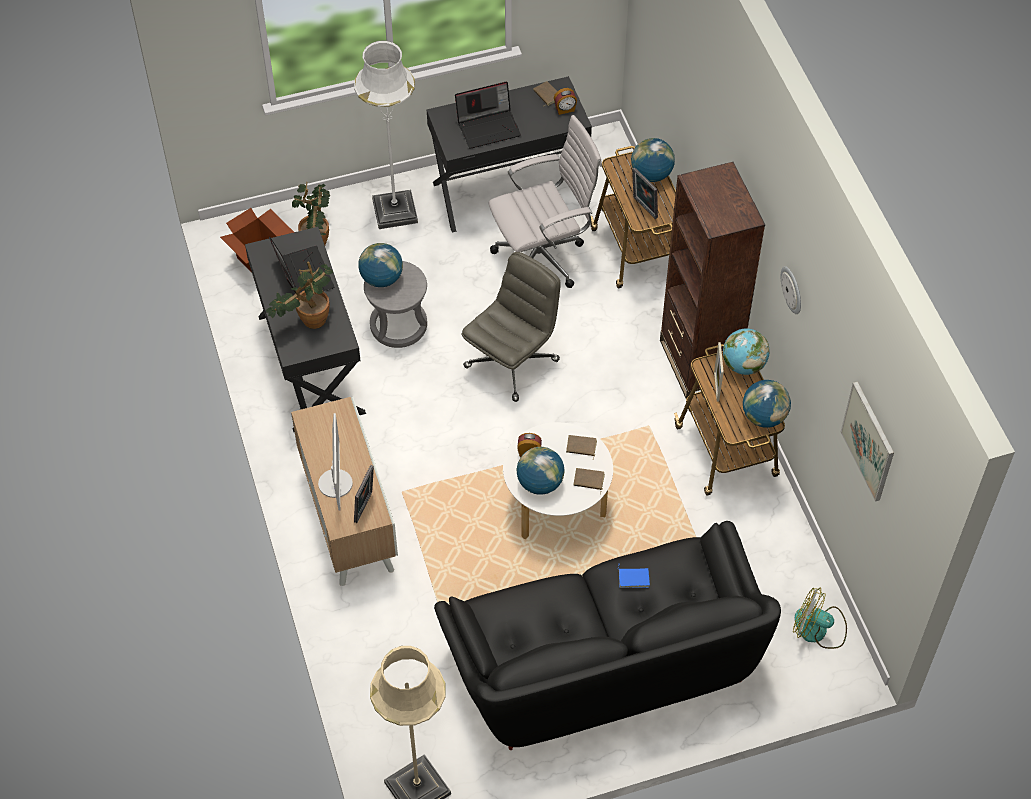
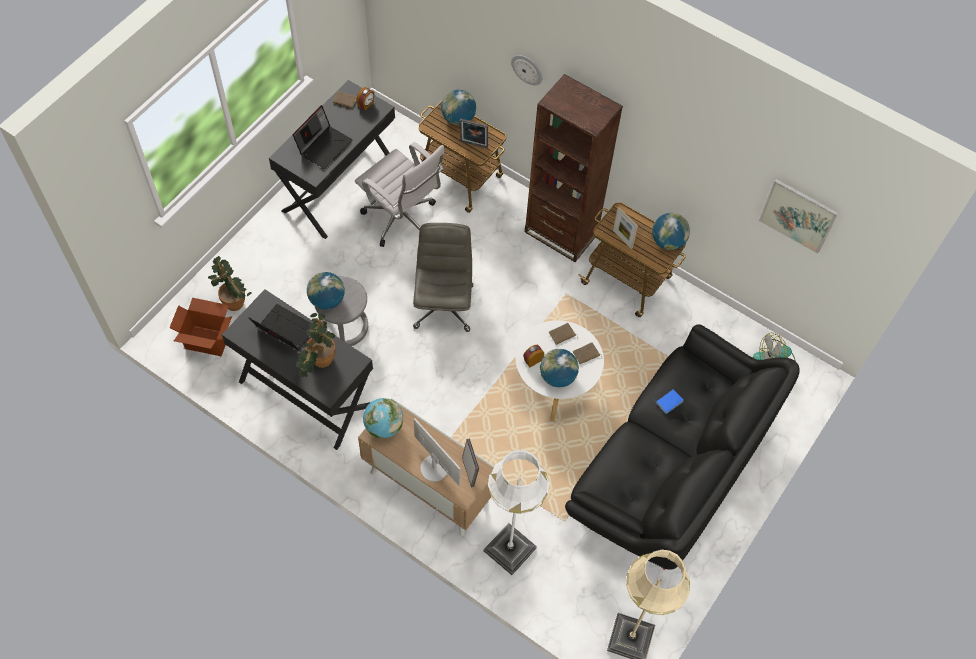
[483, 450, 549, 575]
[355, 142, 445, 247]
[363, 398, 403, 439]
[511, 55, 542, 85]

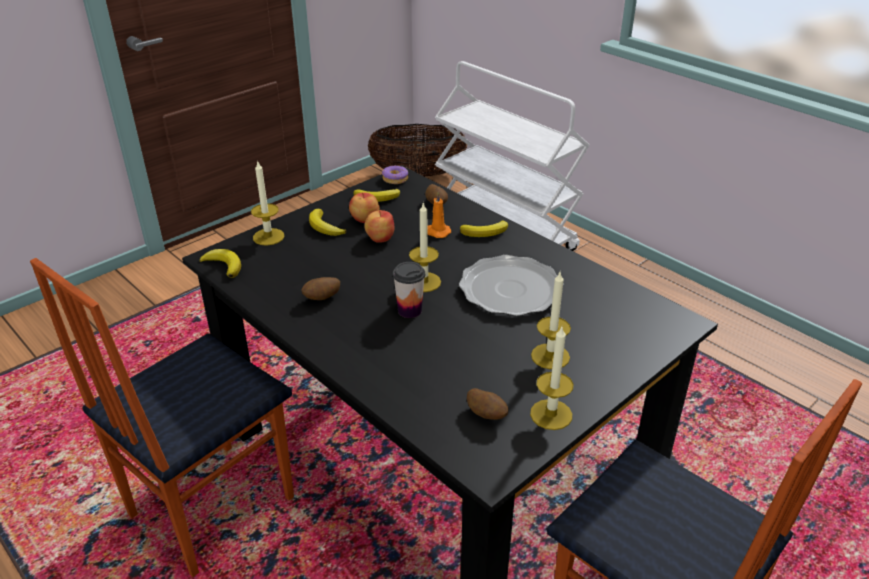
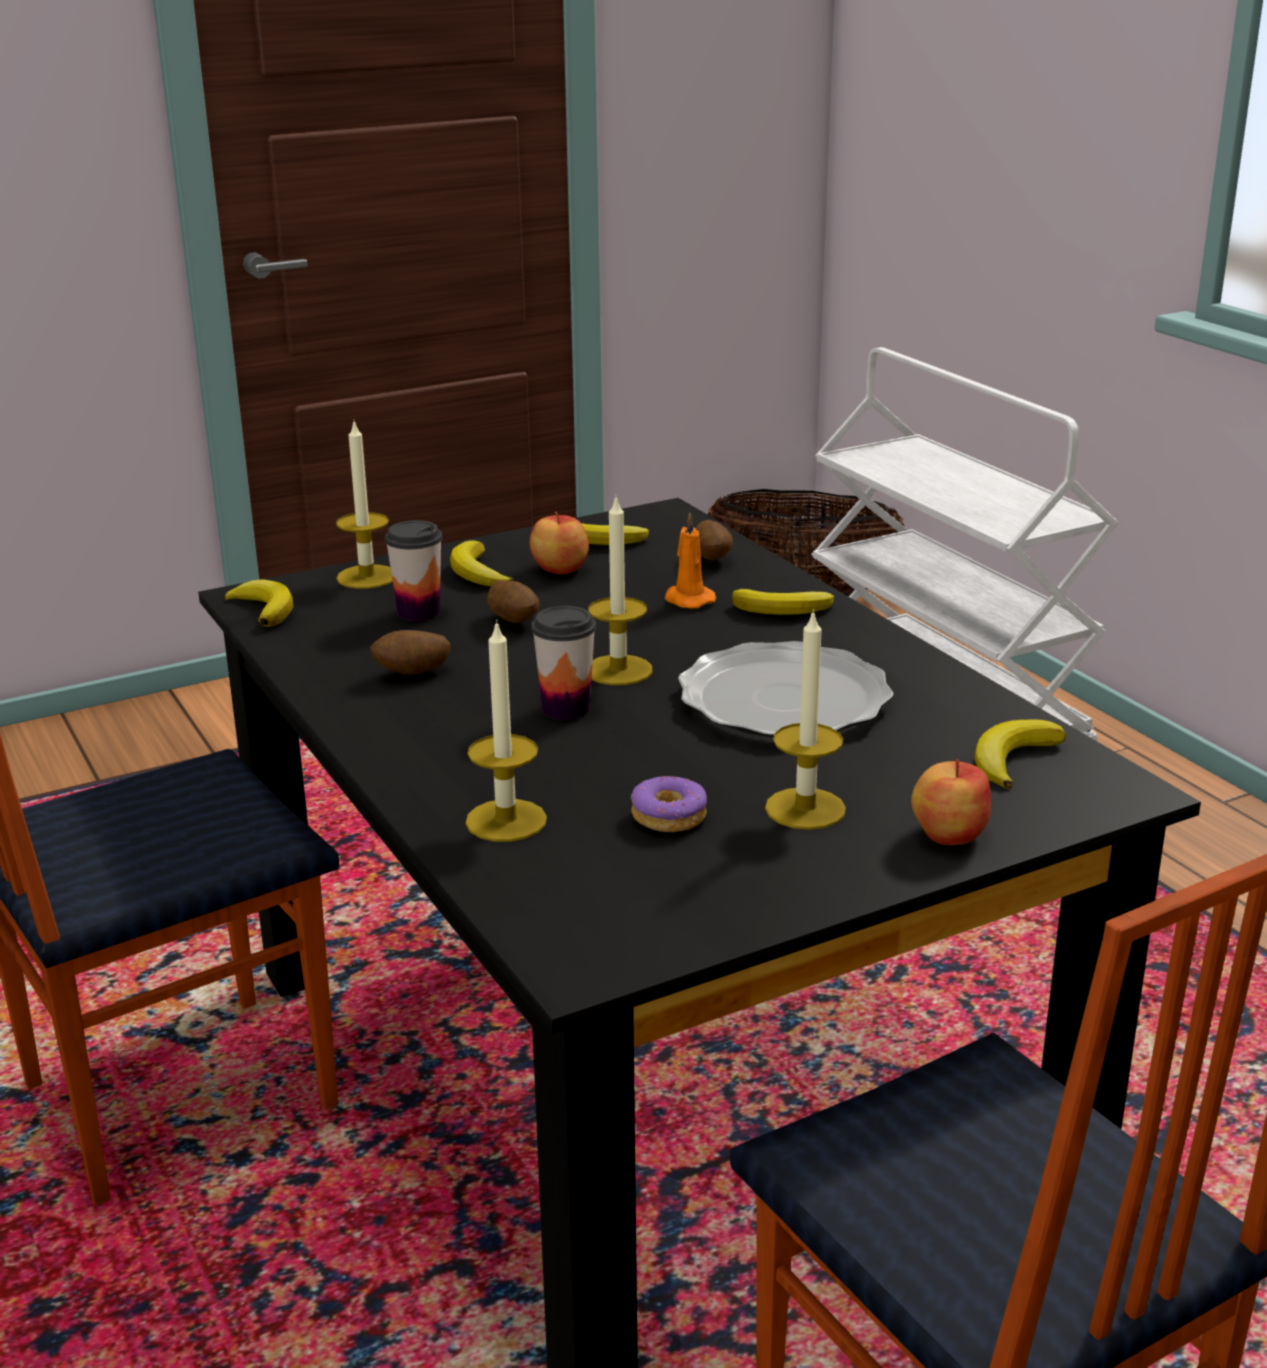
[911, 759, 991, 845]
[631, 776, 707, 832]
[487, 580, 540, 623]
[465, 620, 547, 842]
[385, 520, 442, 621]
[975, 719, 1066, 789]

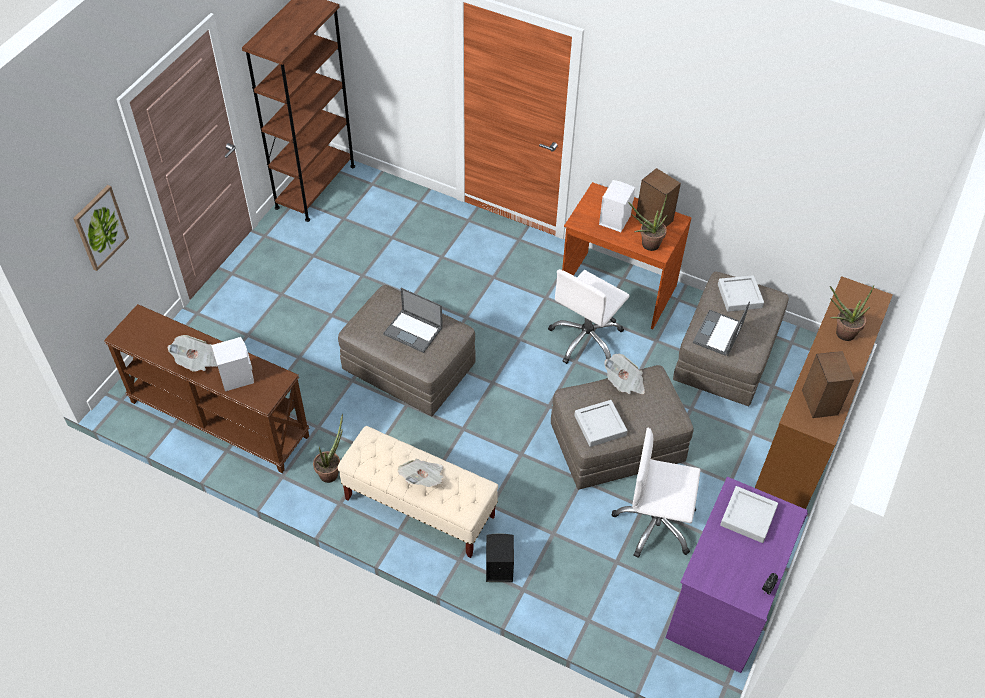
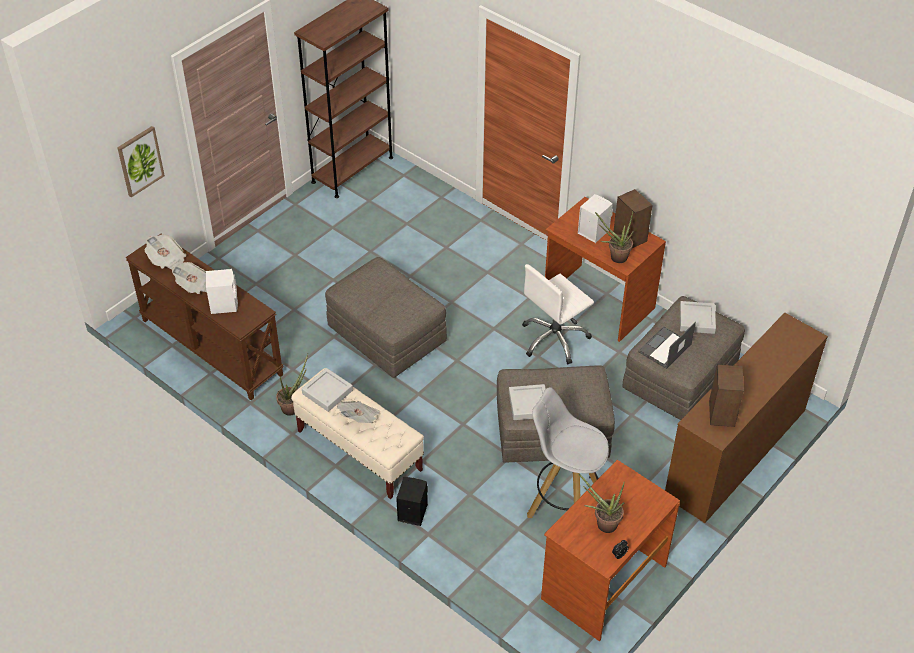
[383, 288, 443, 353] (first image)
[145, 235, 186, 270]
[527, 387, 609, 518]
[541, 460, 680, 641]
[302, 368, 353, 412]
[578, 473, 625, 533]

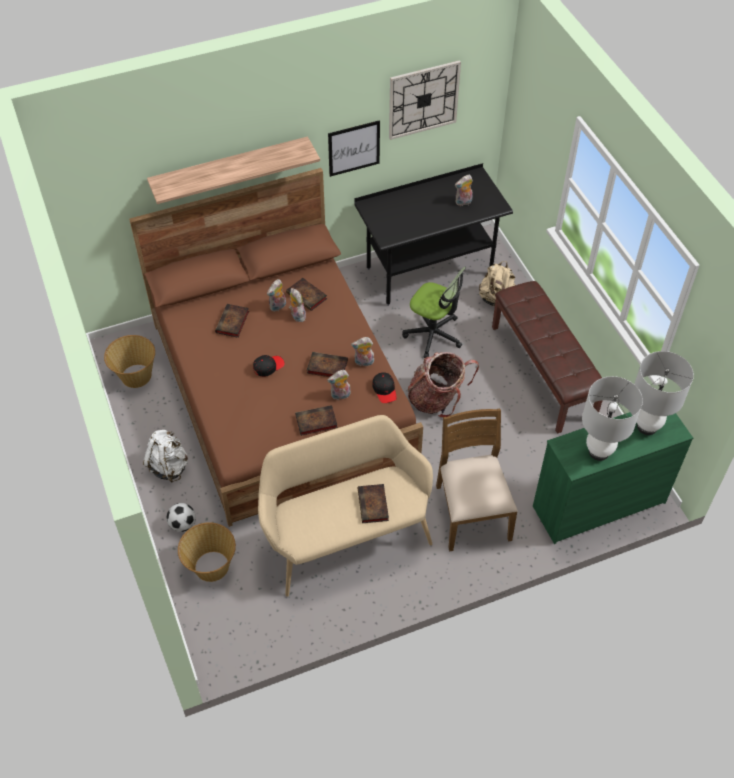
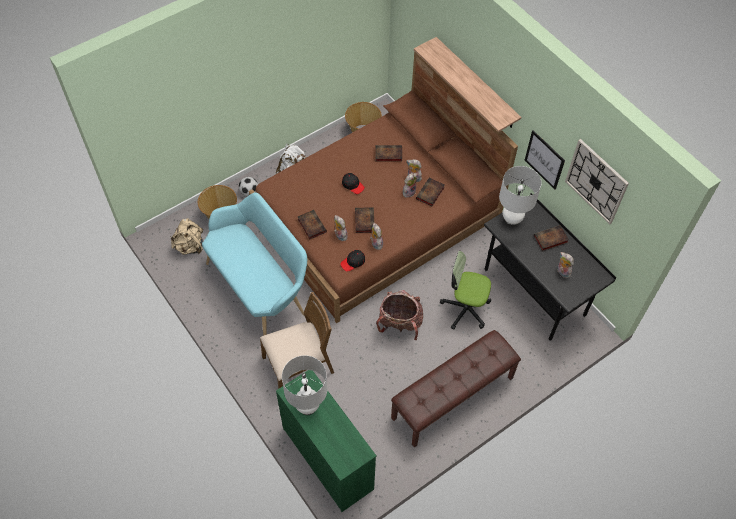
[202, 192, 307, 336]
[534, 225, 569, 251]
[440, 251, 491, 330]
[171, 218, 203, 255]
[499, 166, 542, 227]

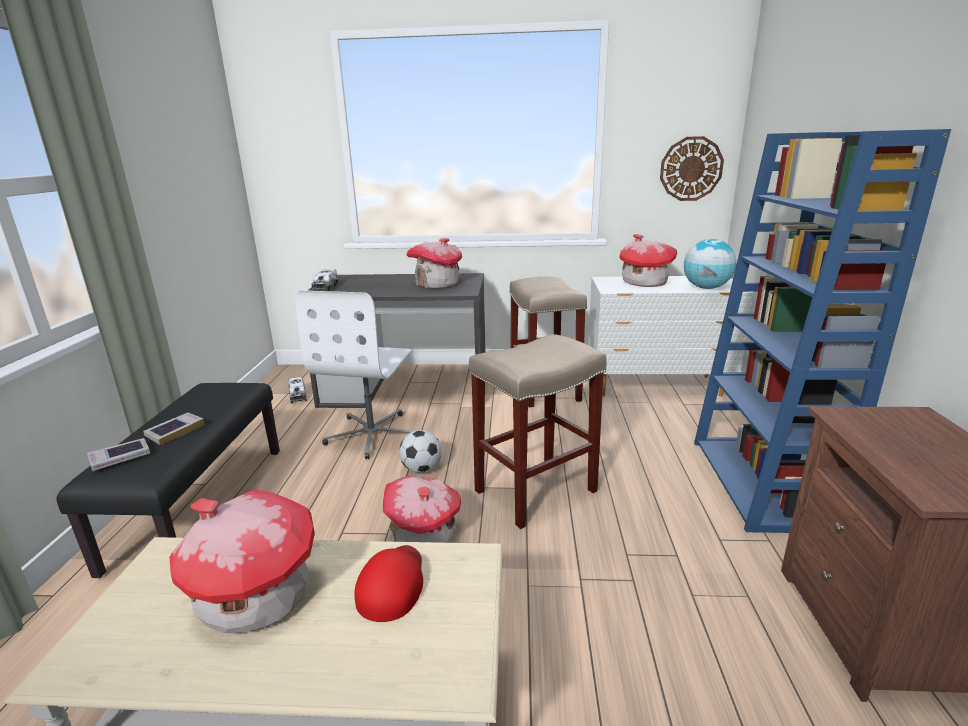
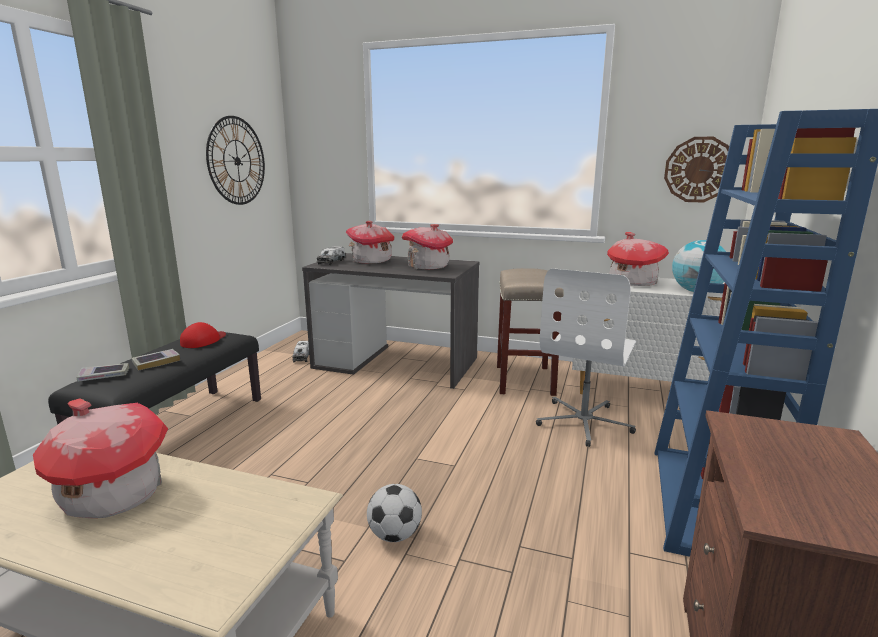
[536, 268, 636, 447]
[180, 322, 226, 348]
[346, 221, 395, 263]
[367, 484, 422, 542]
[469, 334, 607, 529] (first image)
[206, 116, 265, 205]

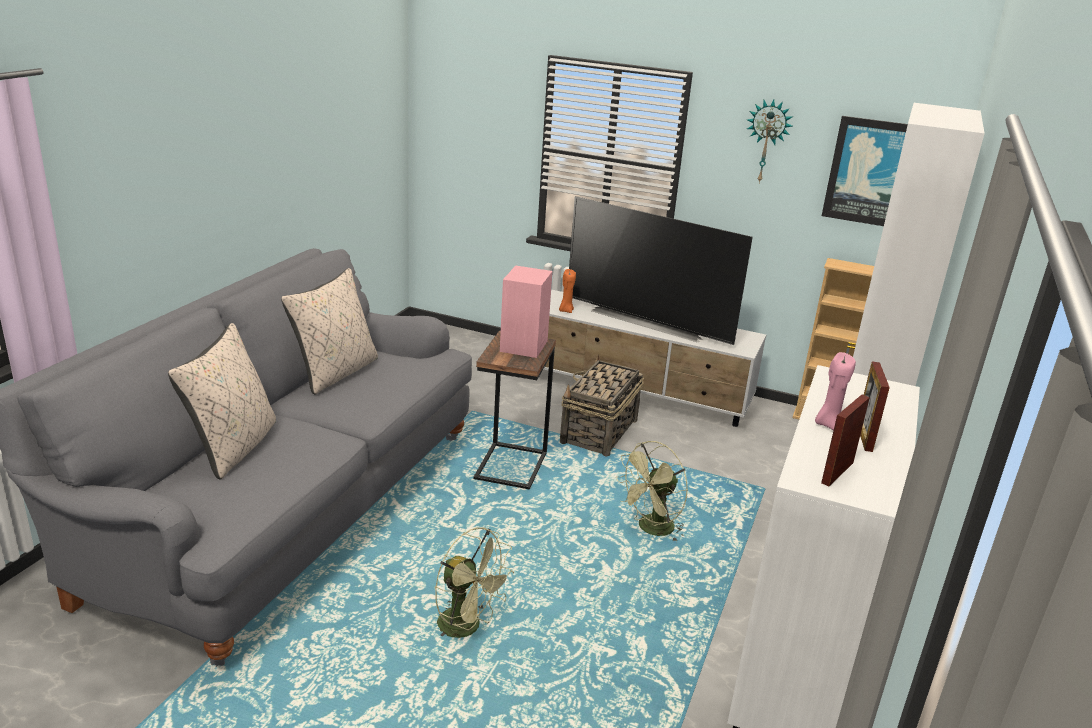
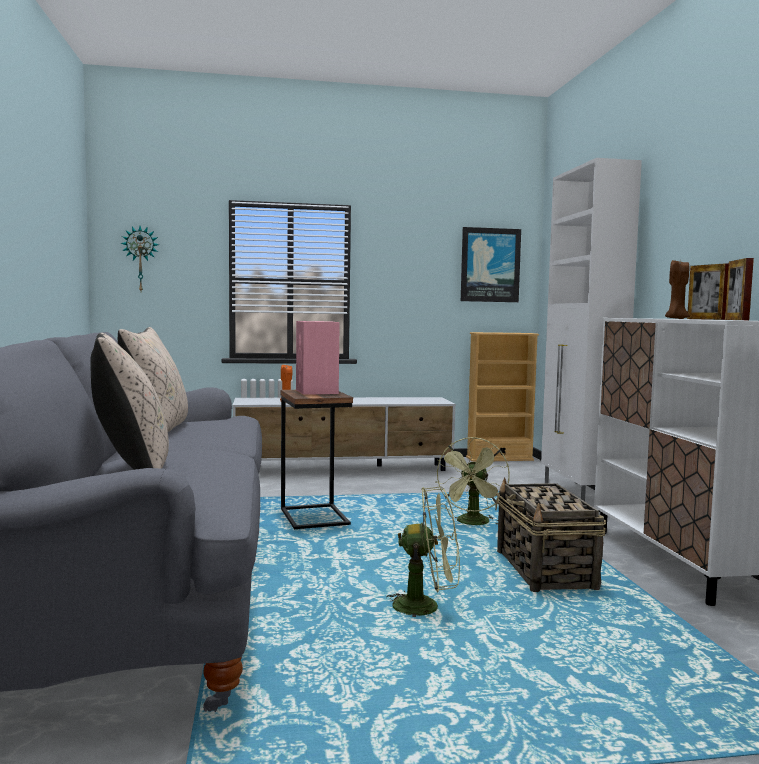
[495, 477, 606, 592]
[569, 196, 753, 345] (first image)
[121, 226, 159, 291]
[665, 258, 690, 319]

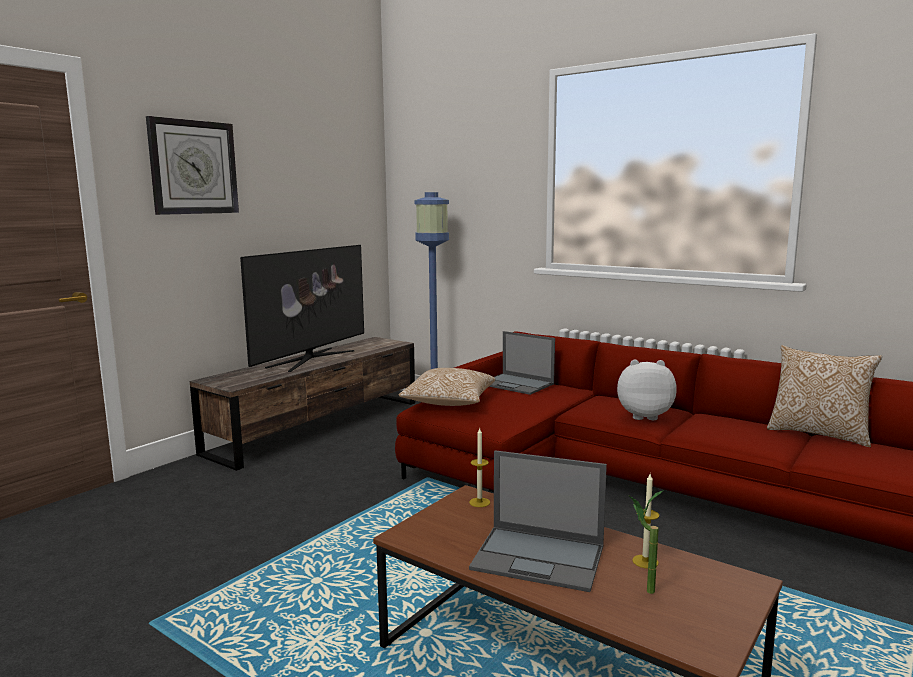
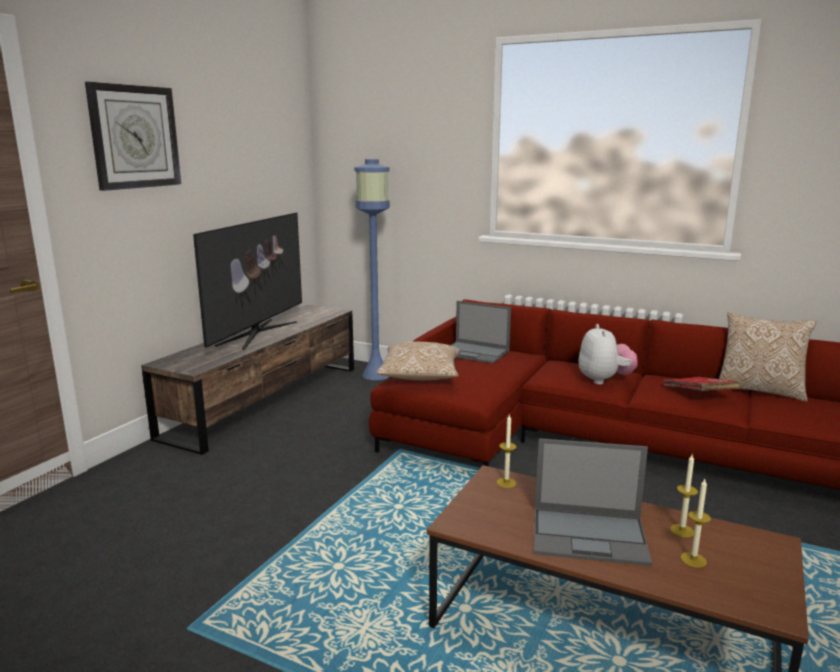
[579, 324, 638, 384]
[681, 479, 711, 568]
[663, 377, 740, 391]

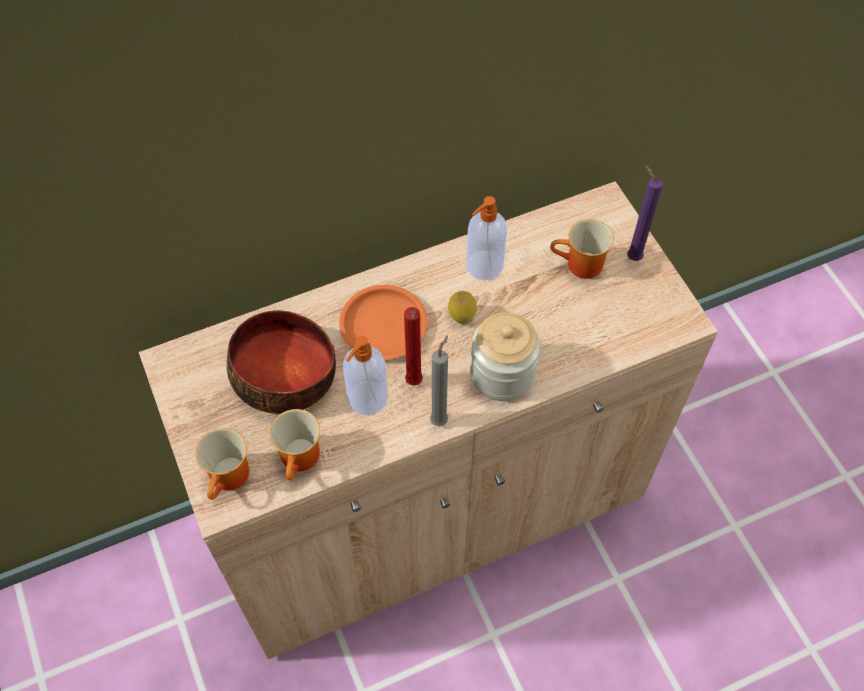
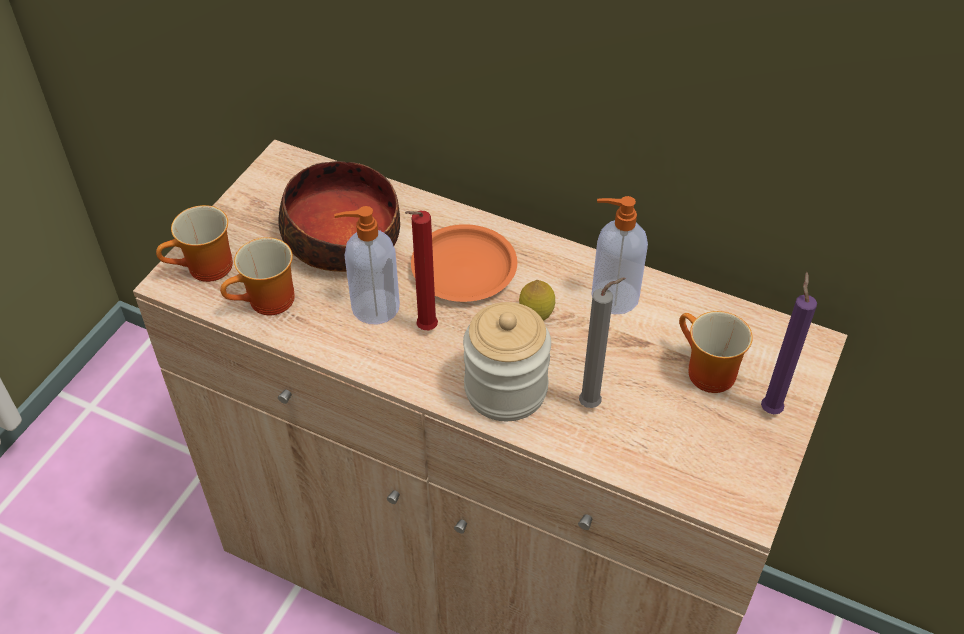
[579, 278, 626, 408]

